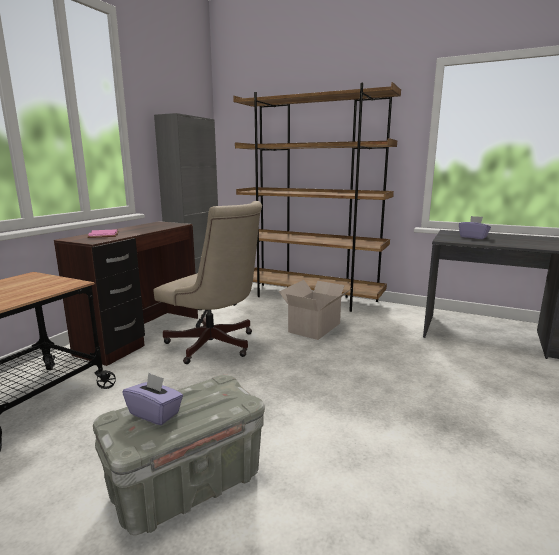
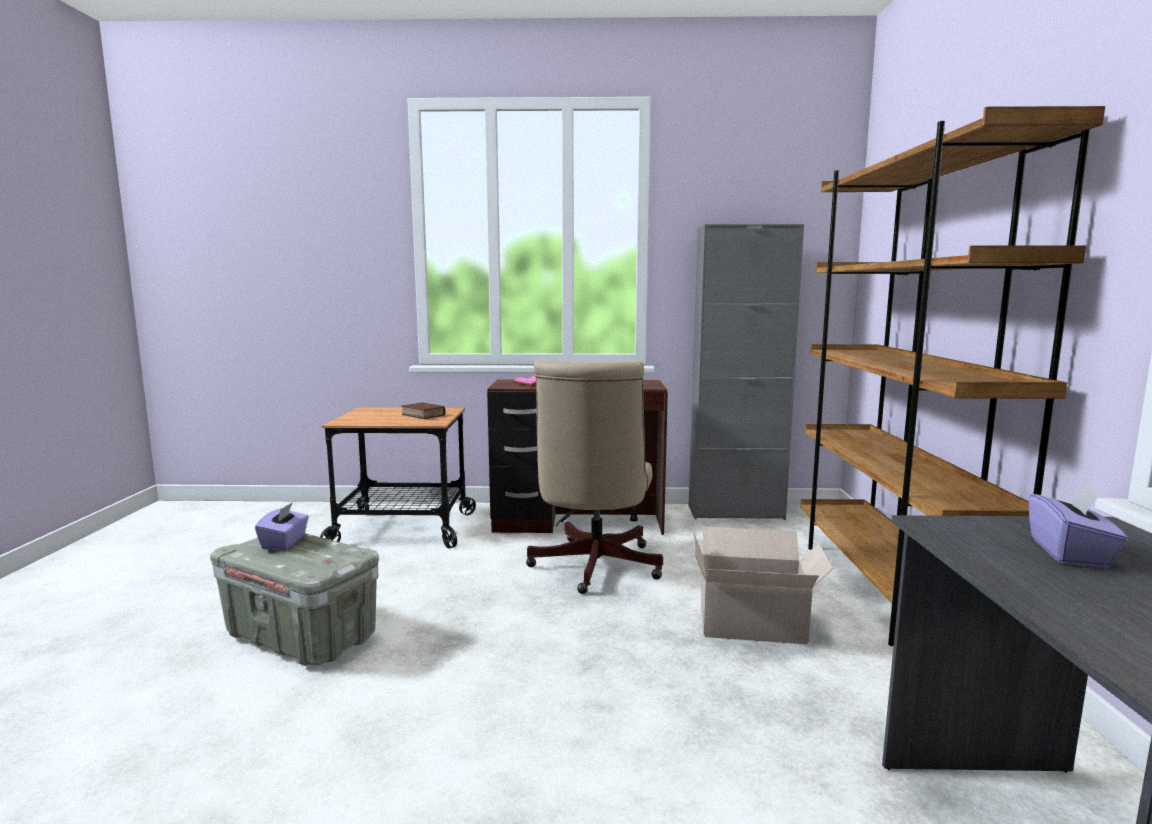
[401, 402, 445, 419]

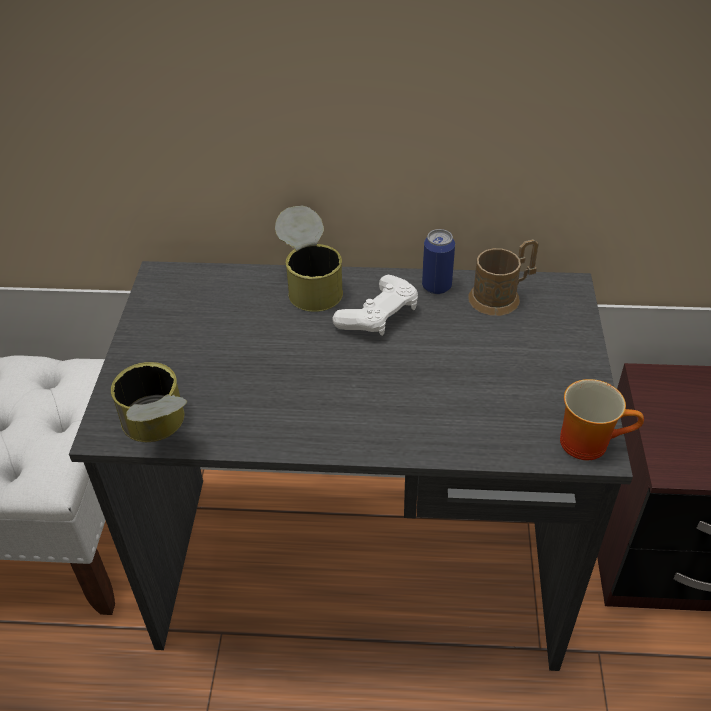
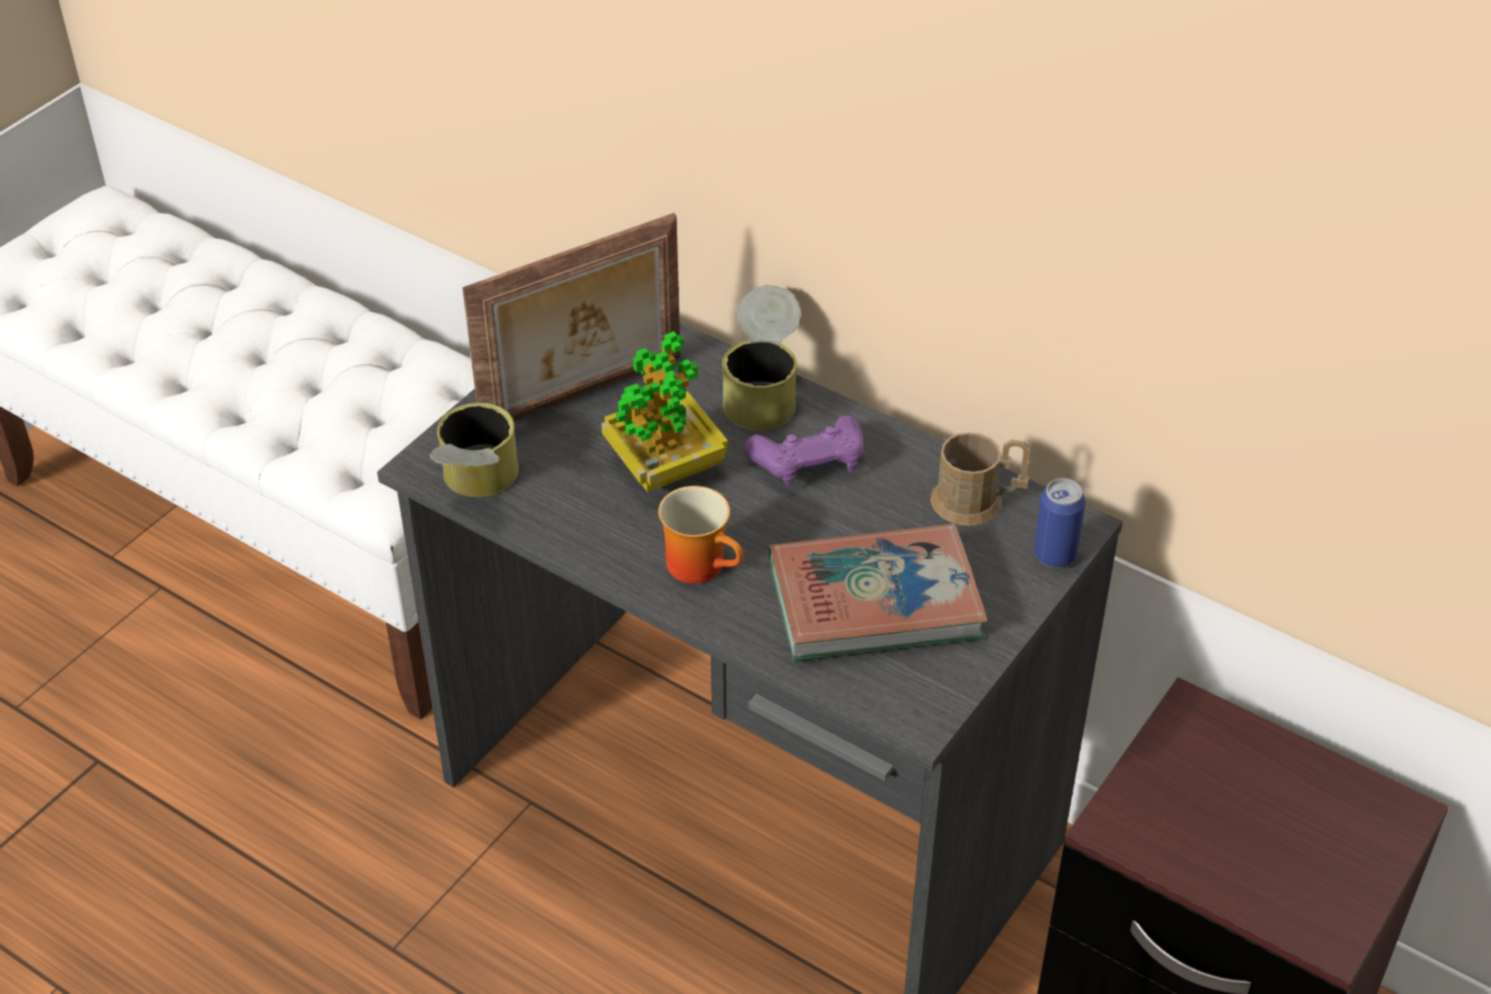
[744, 416, 864, 486]
[1034, 478, 1086, 568]
[658, 486, 743, 584]
[462, 213, 681, 421]
[601, 331, 728, 492]
[769, 523, 987, 662]

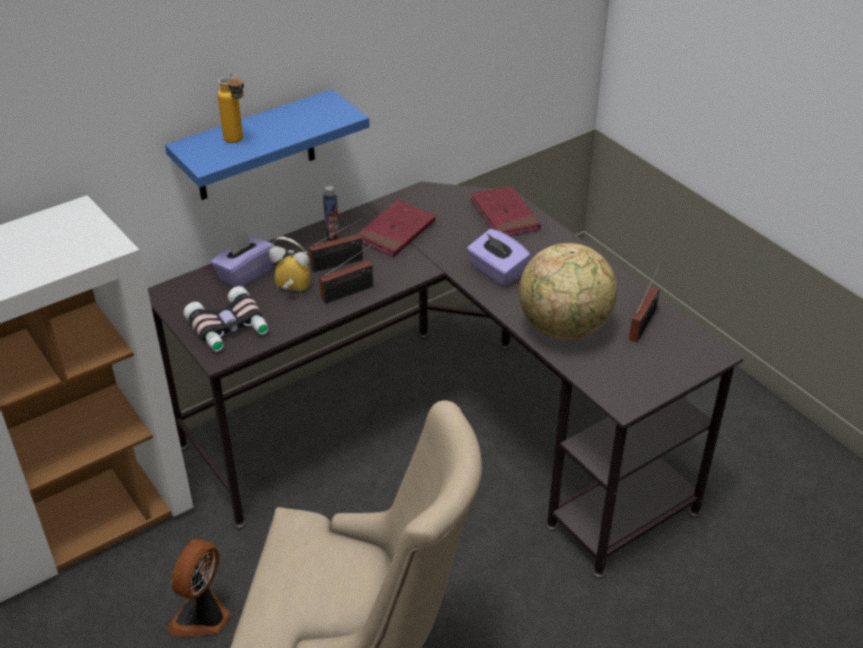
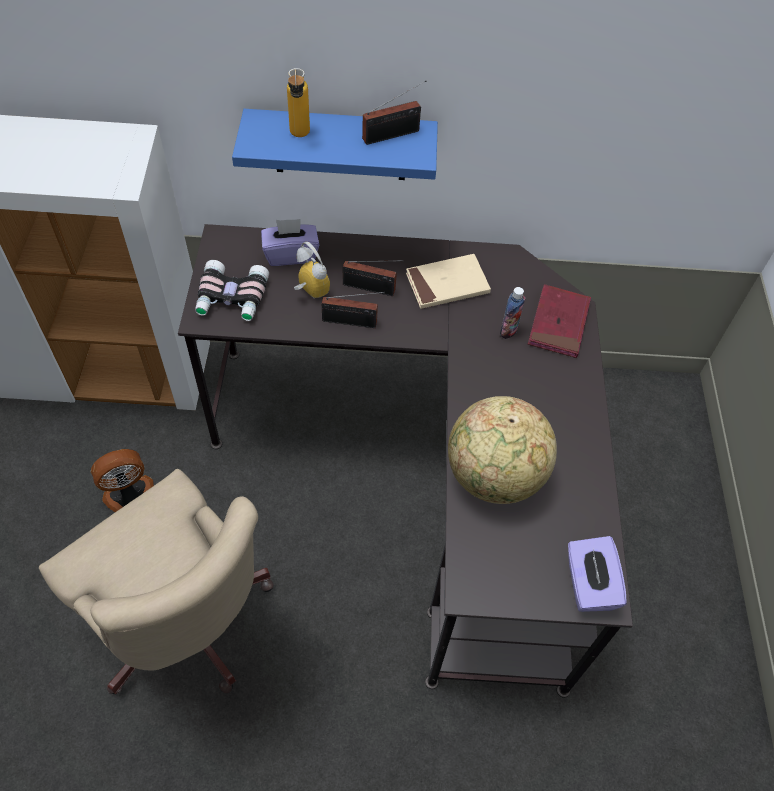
[500, 287, 526, 339]
[406, 254, 491, 309]
[568, 536, 627, 612]
[362, 81, 426, 145]

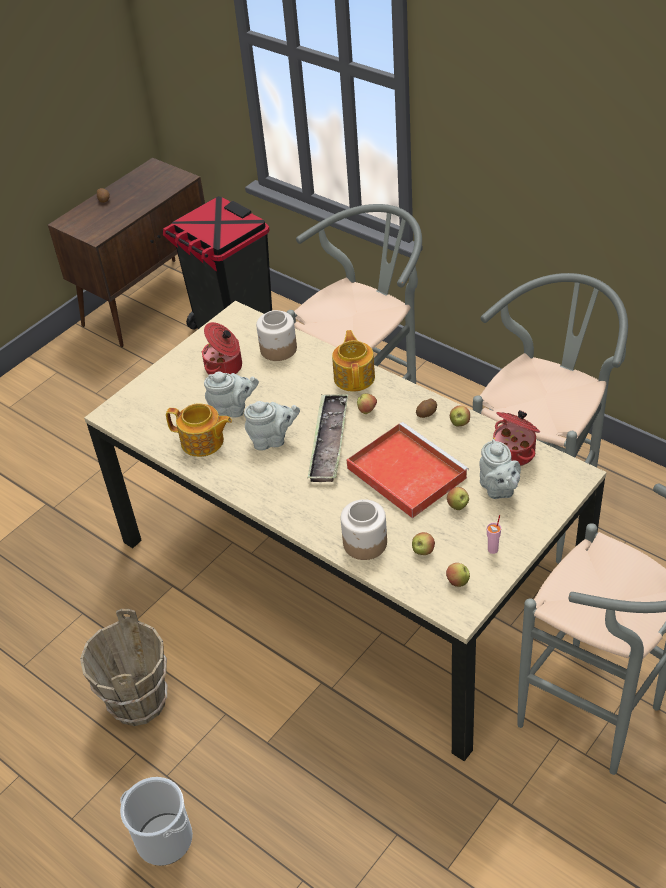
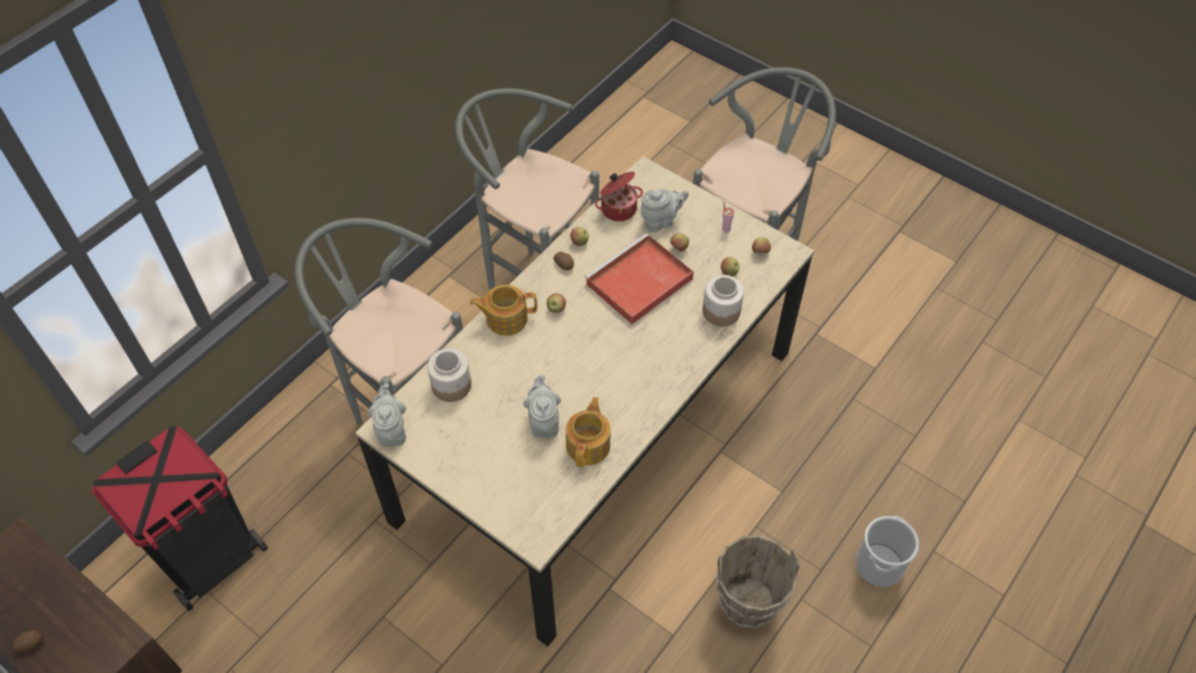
[202, 322, 242, 374] (first image)
[368, 383, 406, 446]
[307, 394, 348, 482] (first image)

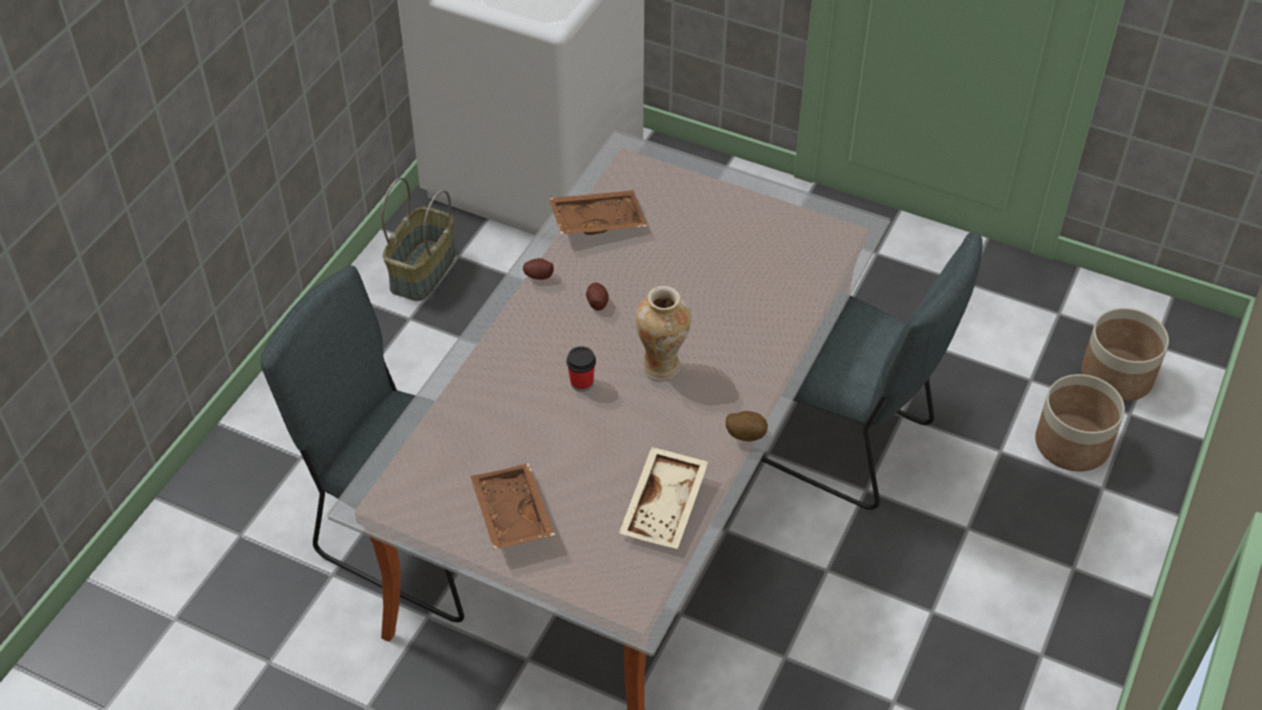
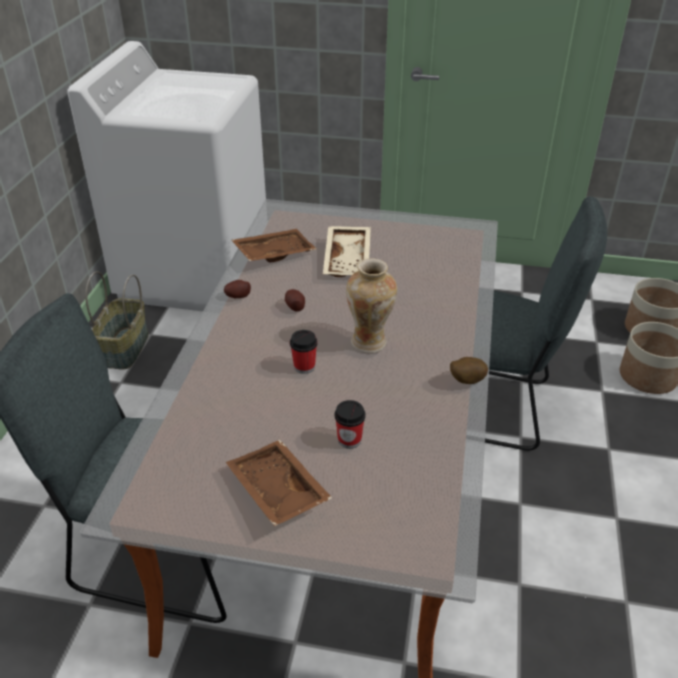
[323, 226, 371, 277]
[335, 400, 365, 449]

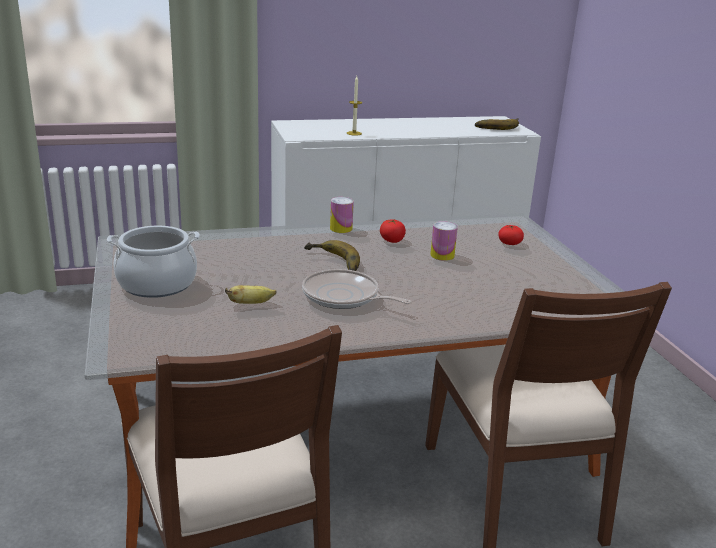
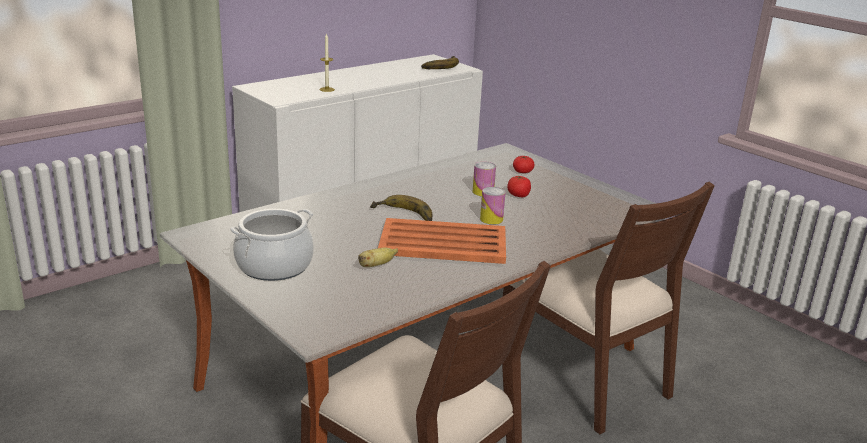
[378, 218, 506, 264]
[480, 187, 506, 224]
[507, 176, 531, 197]

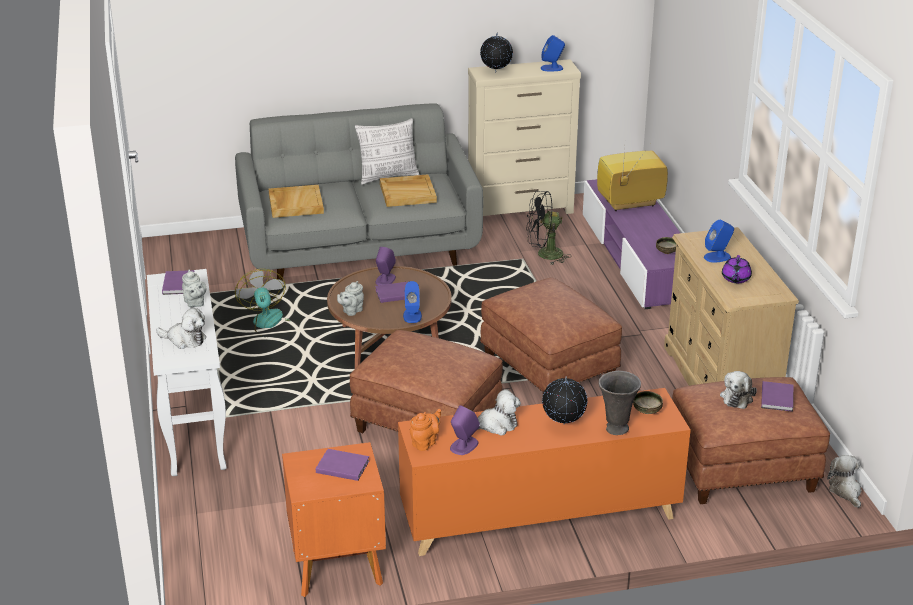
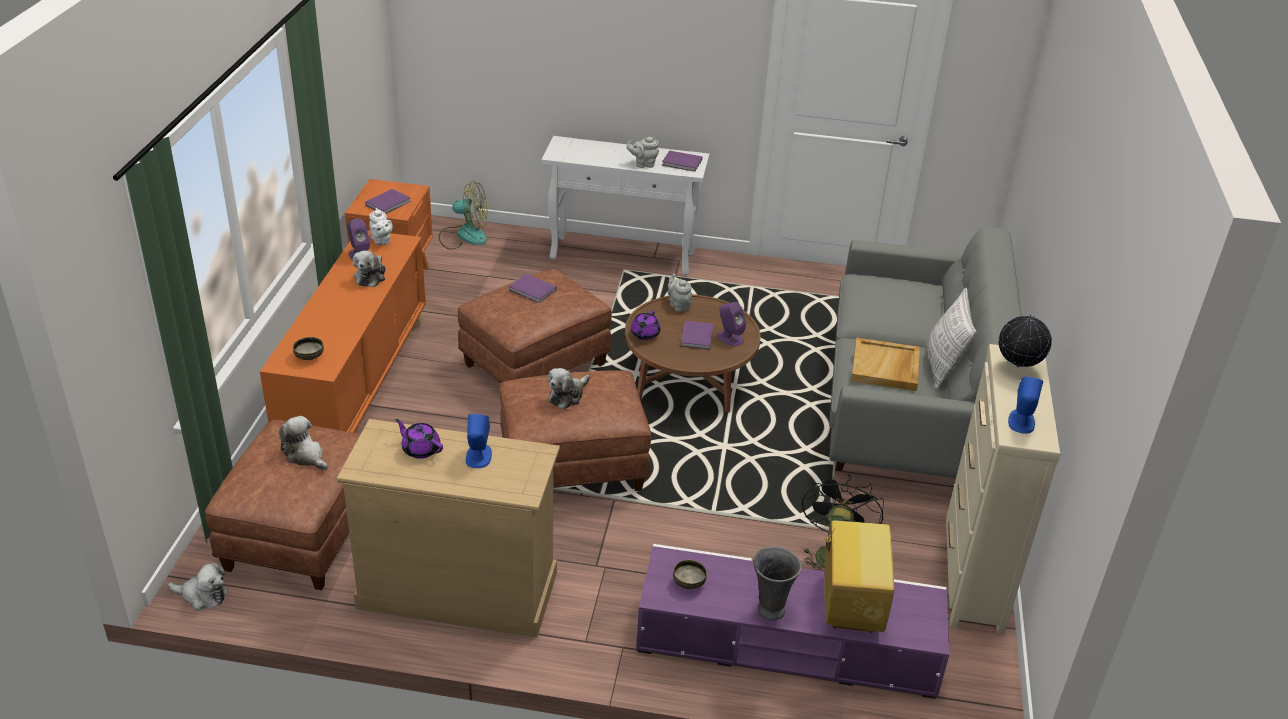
[547, 368, 590, 409]
[439, 181, 487, 250]
[269, 185, 324, 218] (first image)
[631, 310, 661, 340]
[369, 208, 393, 245]
[542, 376, 588, 424] (first image)
[753, 546, 802, 620]
[509, 274, 557, 303]

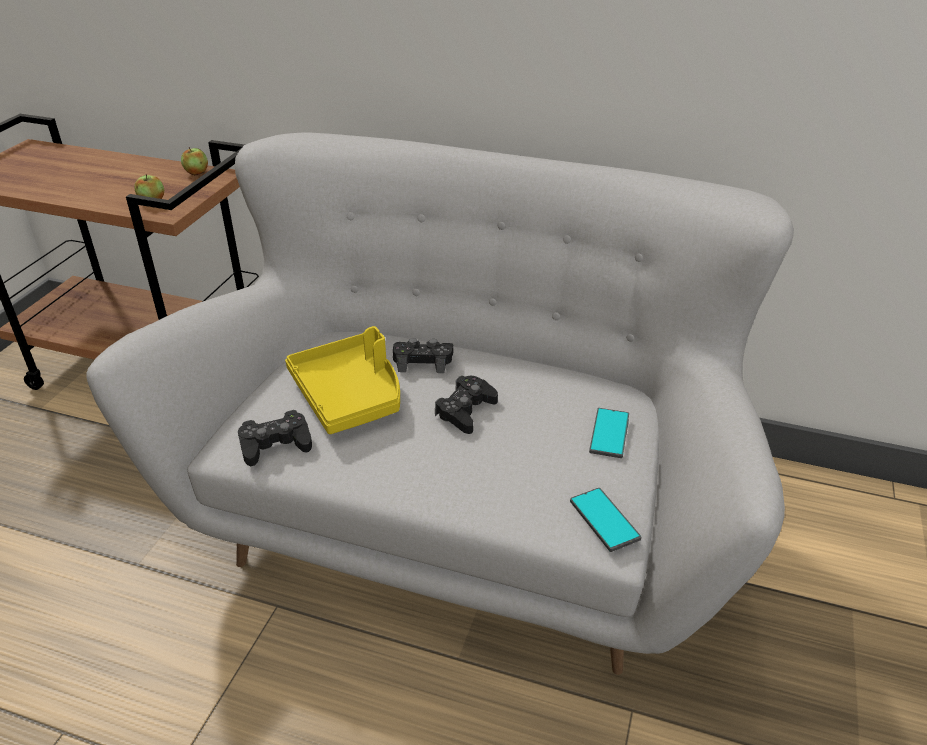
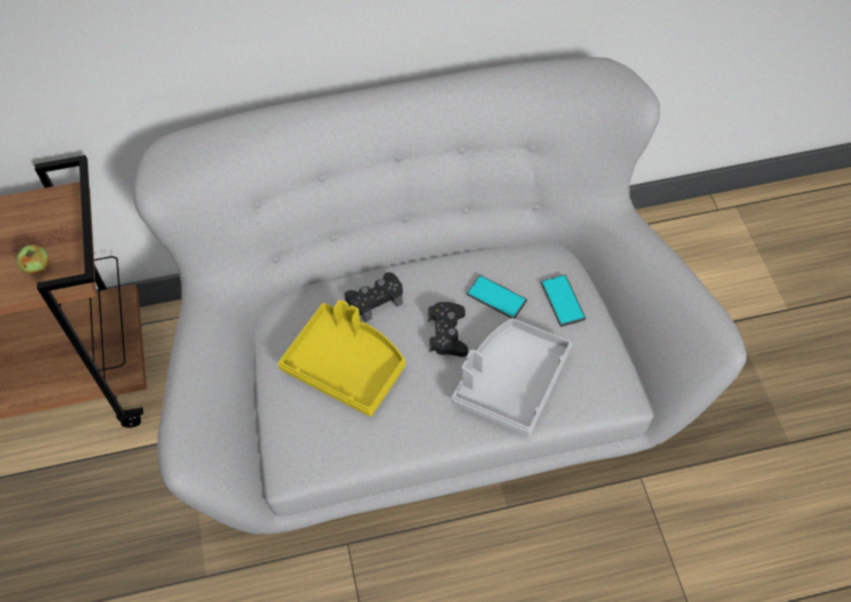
[181, 147, 208, 175] (first image)
[238, 410, 312, 466] (first image)
[467, 275, 527, 319]
[452, 318, 572, 436]

